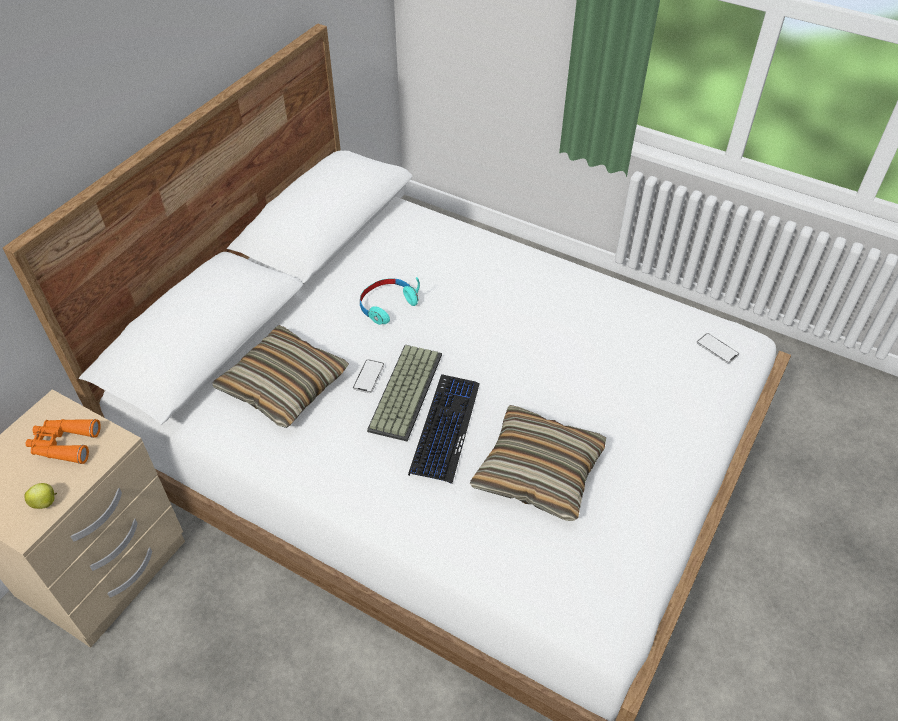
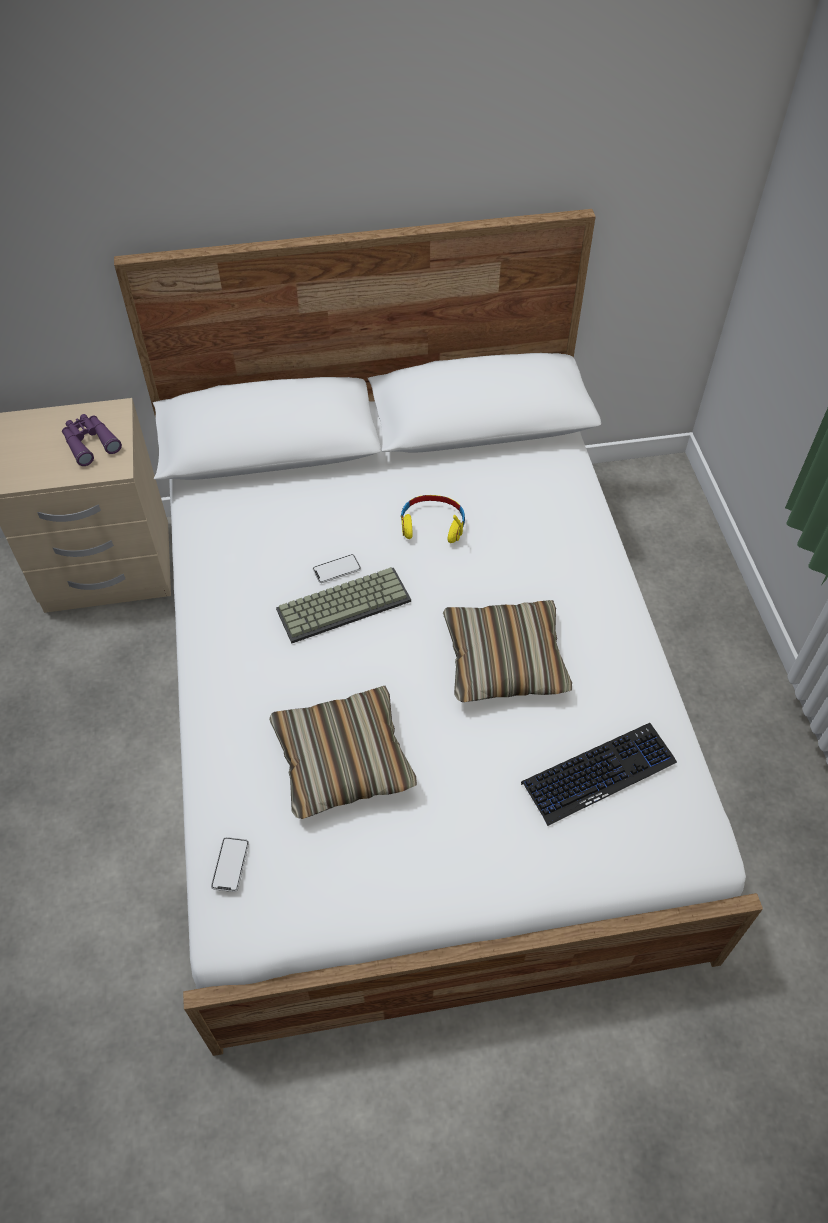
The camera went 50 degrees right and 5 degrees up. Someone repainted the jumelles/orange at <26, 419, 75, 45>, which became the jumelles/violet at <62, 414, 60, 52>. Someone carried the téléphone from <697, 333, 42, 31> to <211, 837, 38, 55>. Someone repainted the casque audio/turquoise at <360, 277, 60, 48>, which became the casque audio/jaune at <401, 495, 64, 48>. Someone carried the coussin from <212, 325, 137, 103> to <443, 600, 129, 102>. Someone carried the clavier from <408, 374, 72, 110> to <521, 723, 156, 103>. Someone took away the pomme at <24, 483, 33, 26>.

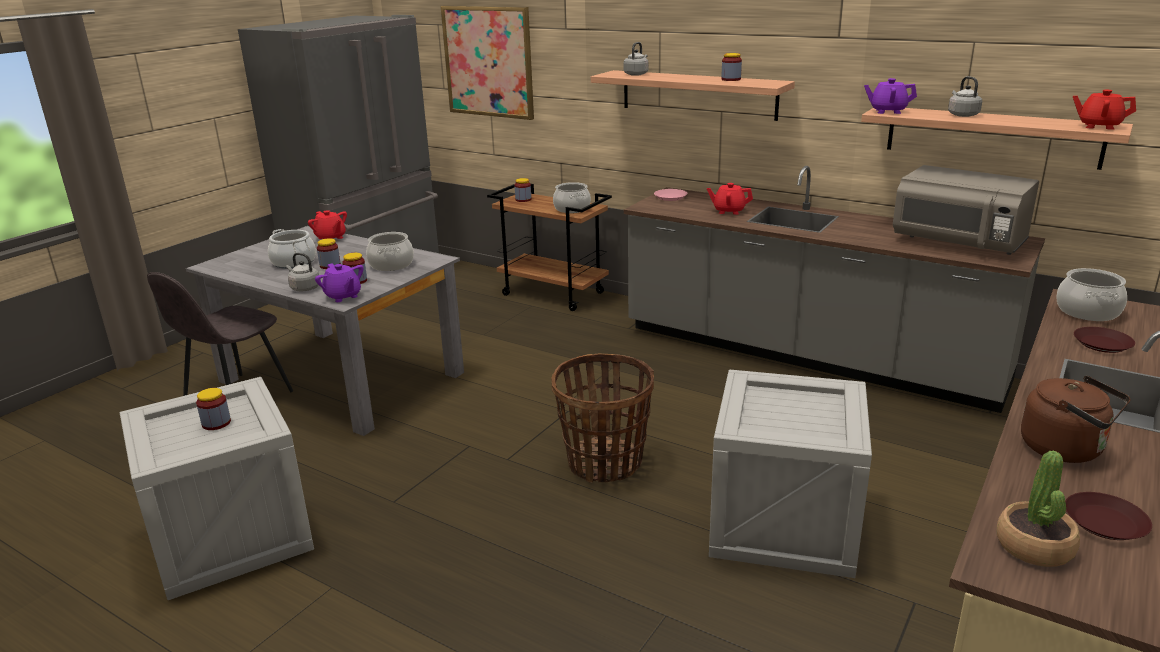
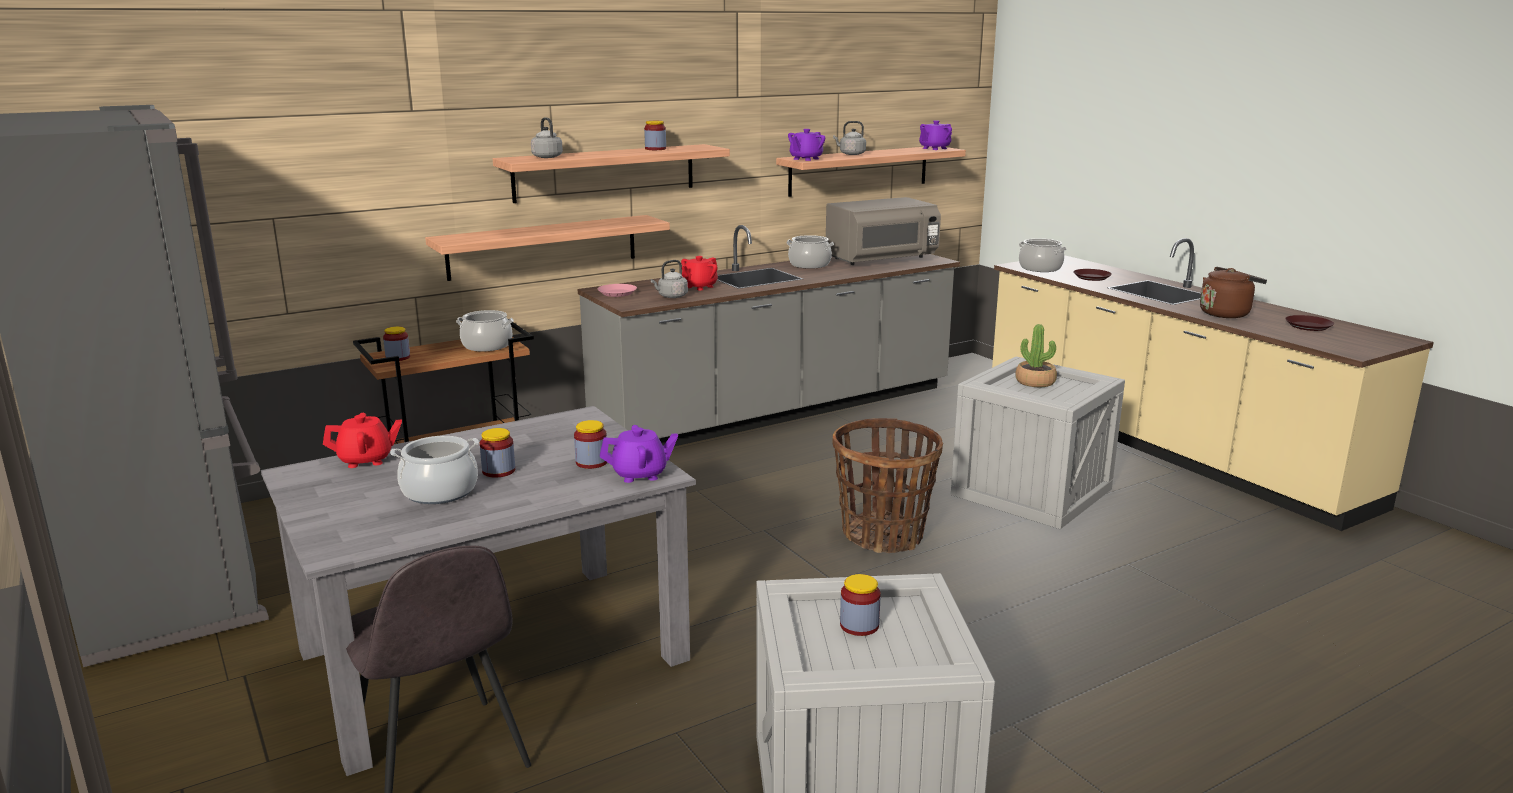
The camera went 65 degrees left and 5 degrees down. Someone put up the étagère at <425, 215, 245, 66>. Someone carried the bouilloire/gris from <286, 253, 33, 38> to <651, 260, 37, 38>. Someone carried the marmite from <366, 232, 48, 39> to <786, 235, 48, 34>. Someone repainted the théière/rouge at <1073, 90, 63, 40>, which became the théière/violet at <919, 120, 33, 30>. Someone carried the plante en pot from <997, 451, 83, 116> to <1015, 324, 42, 63>. Someone took away the tableau at <440, 5, 94, 115>.

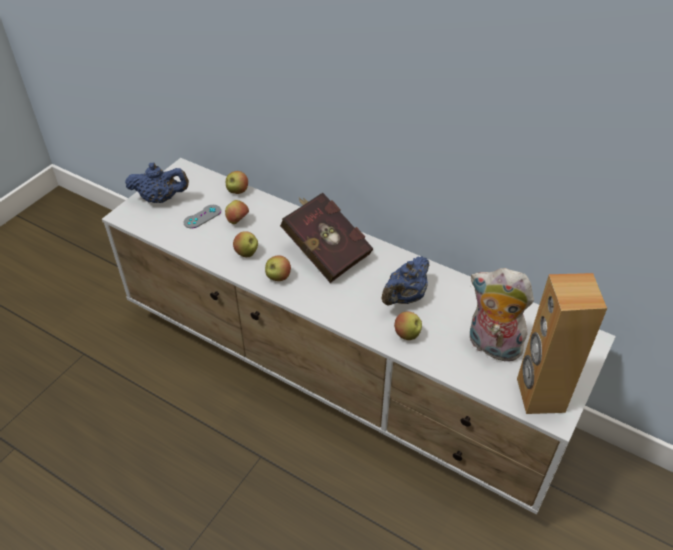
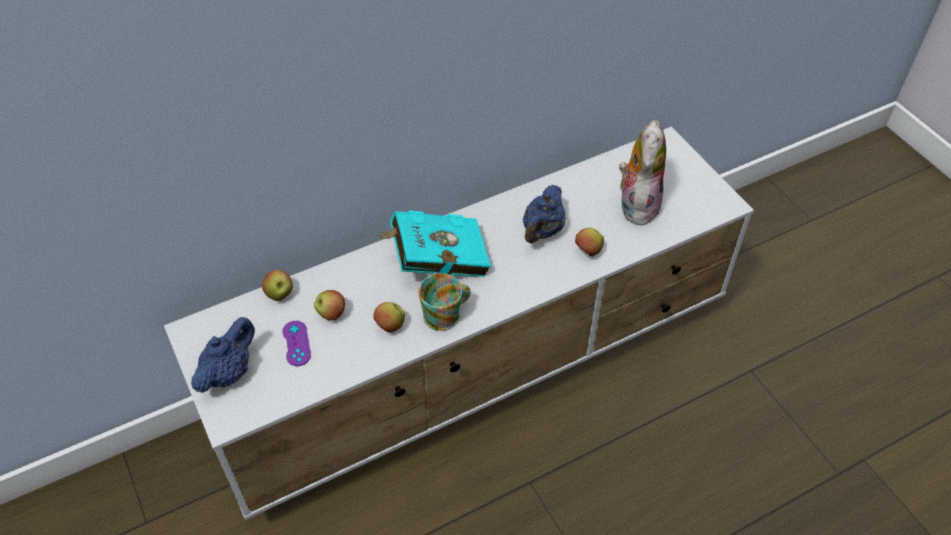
The camera went 60 degrees left and 5 degrees up. Someone repainted the manette/gris at <183, 205, 38, 24>, which became the manette/violet at <282, 321, 29, 45>. Someone repainted the livre/rouge at <280, 193, 93, 90>, which became the livre/turquoise at <377, 210, 114, 67>. Someone swapped the pomme at <265, 255, 26, 26> for the mug at <418, 273, 53, 58>. Someone rotated the théière/bleu at <382, 256, 47, 50> by 45 degrees clockwise. Someone rotated the peluche at <470, 268, 64, 93> by 135 degrees clockwise. Someone took away the enceinte/marron at <517, 273, 90, 141>.

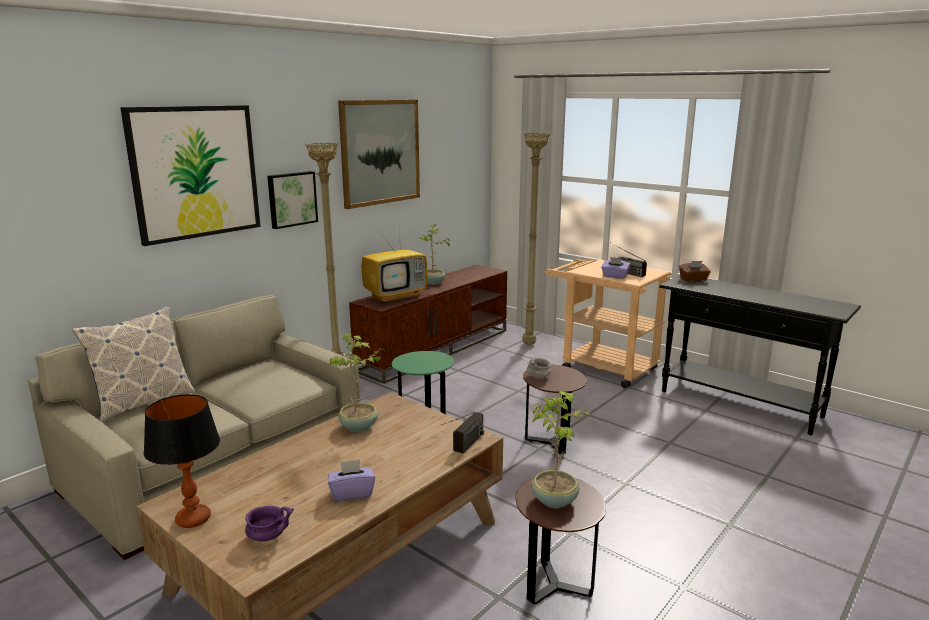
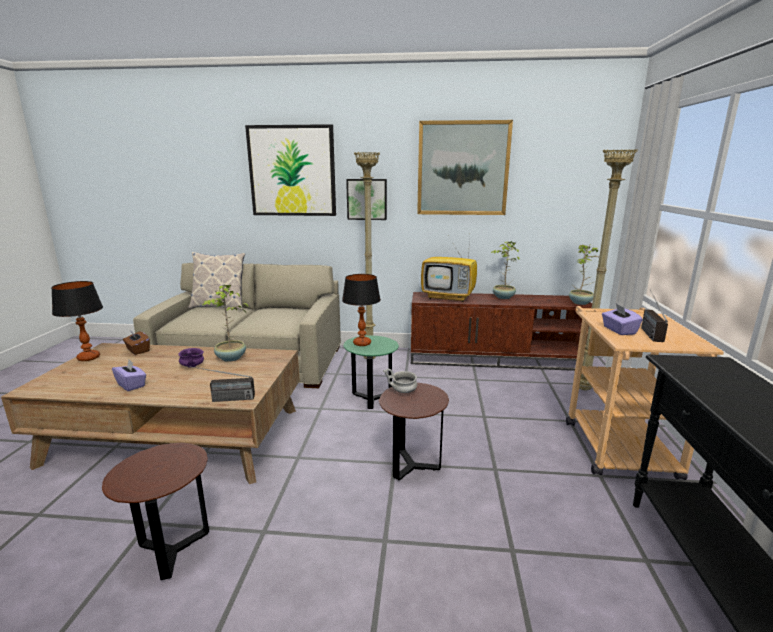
The camera went 55 degrees right and 0 degrees up. Someone carried the boîte à mouchoirs/marron from <679, 261, 32, 21> to <123, 331, 27, 24>. Someone carried the bol/violet from <245, 506, 49, 35> to <179, 348, 25, 19>. Someone put down the lampe de table at <342, 274, 39, 72>. Someone carried the plante en pot from <532, 391, 60, 117> to <569, 245, 30, 60>.

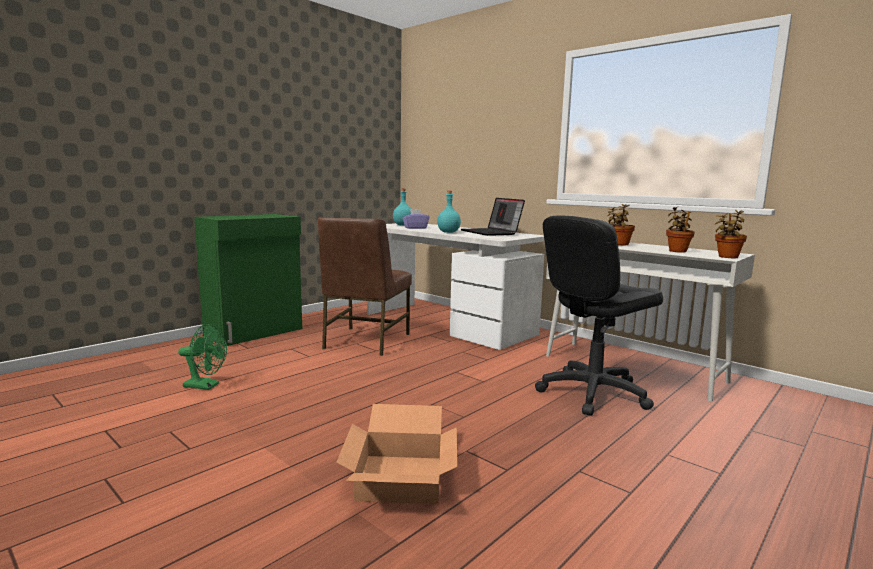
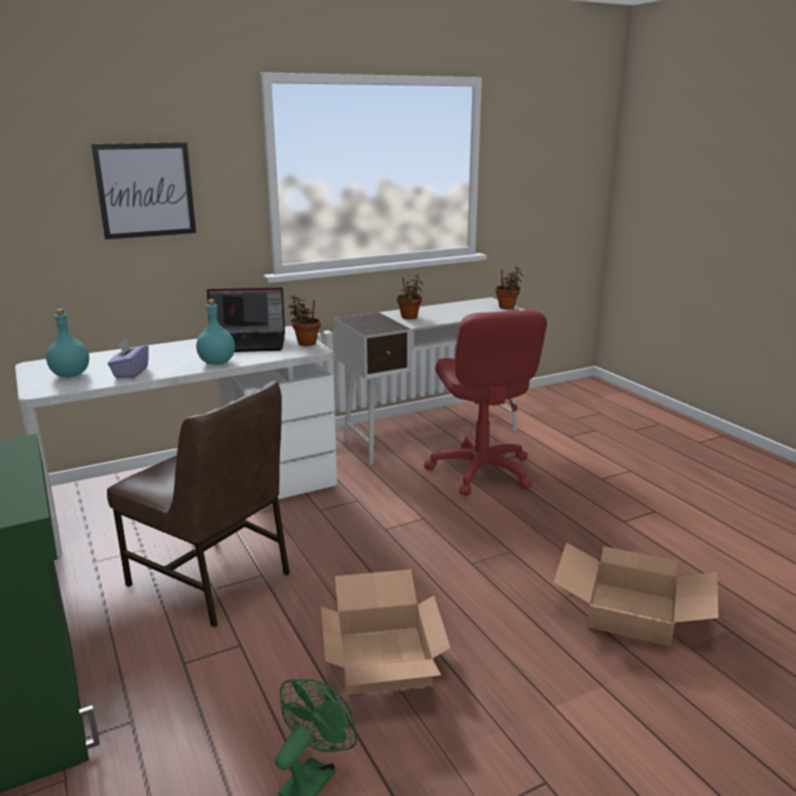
The camera went 70 degrees left and 10 degrees up. Someone put up the tableau at <91, 142, 105, 98>. Someone carried the plante en pot from <666, 206, 29, 47> to <288, 295, 33, 51>. Someone put down the carton at <321, 569, 130, 126>. Someone repainted the chaise de bureau/noir at <535, 216, 128, 200>, which became the chaise de bureau/rouge at <424, 310, 123, 186>.

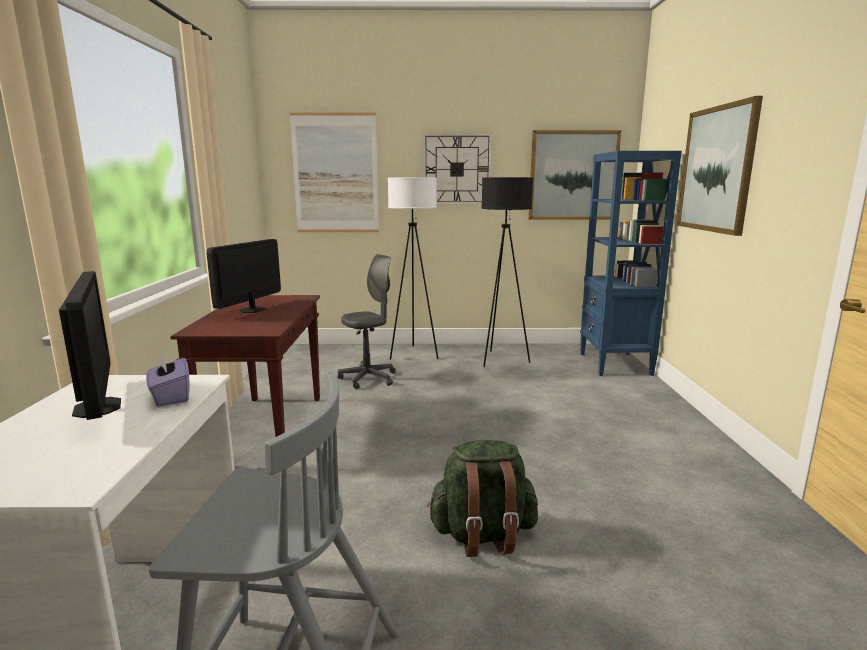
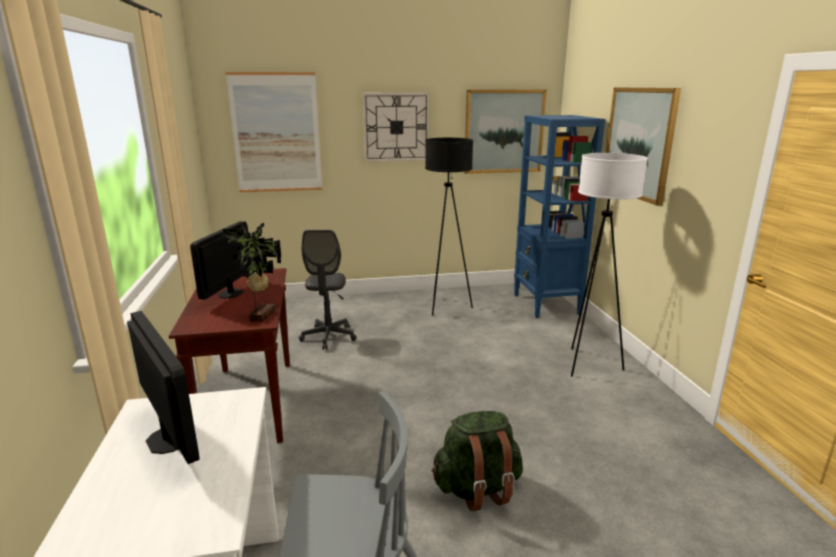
The camera went 10 degrees left and 5 degrees up. Someone put down the plante en pot at <220, 223, 61, 99>. Someone rotated the chaise de bureau/gris at <338, 254, 58, 135> by 135 degrees clockwise. Someone carried the lampadaire/blanc from <388, 177, 51, 183> to <571, 153, 77, 224>. Someone took away the boîte à mouchoirs/violet at <146, 352, 44, 55>.

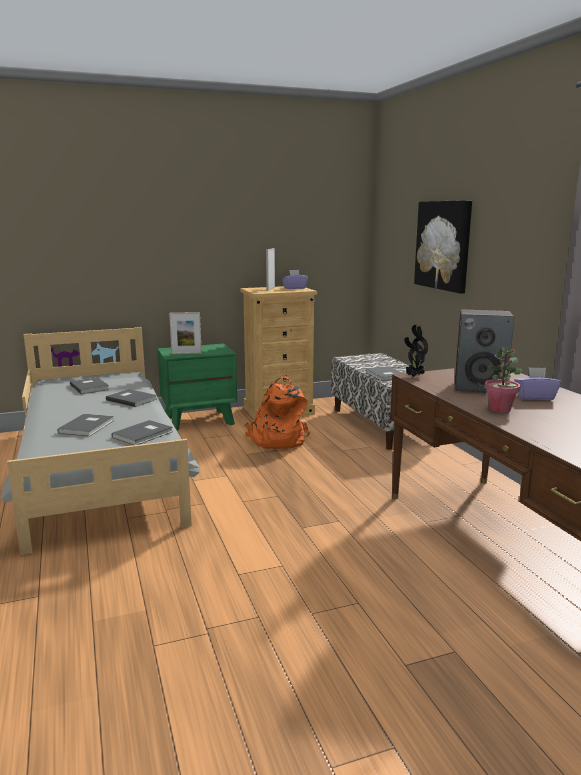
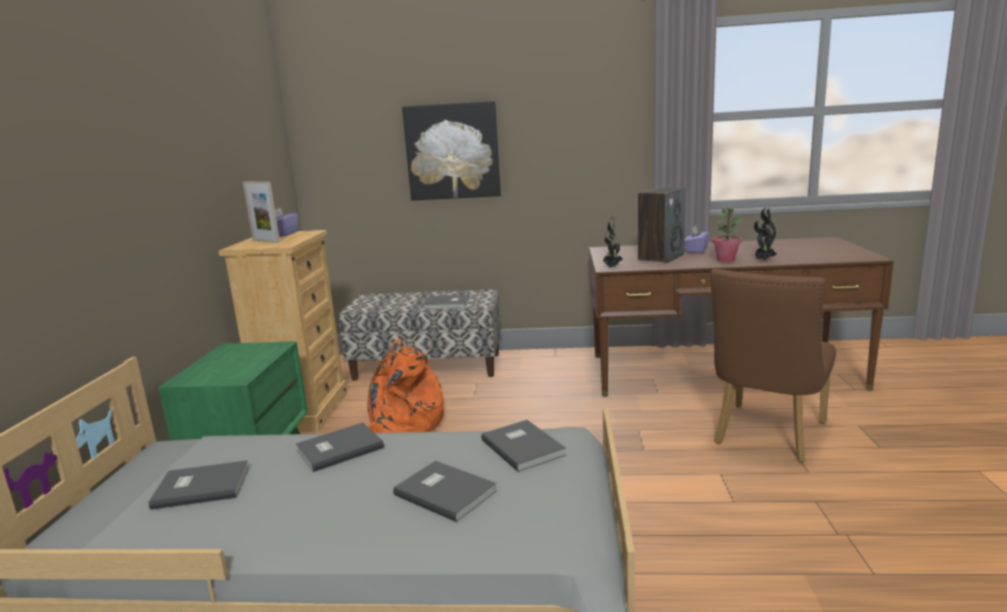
The camera went 65 degrees left and 0 degrees up. Someone put down the chaise/marron at <710, 269, 126, 194>. Someone put down the plante en pot at <754, 208, 23, 52>. Someone took away the cadre photo at <169, 312, 33, 42>.

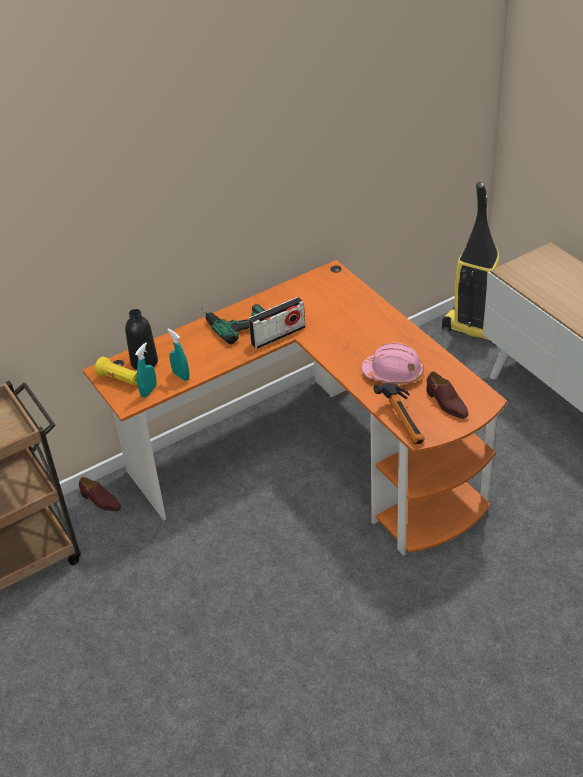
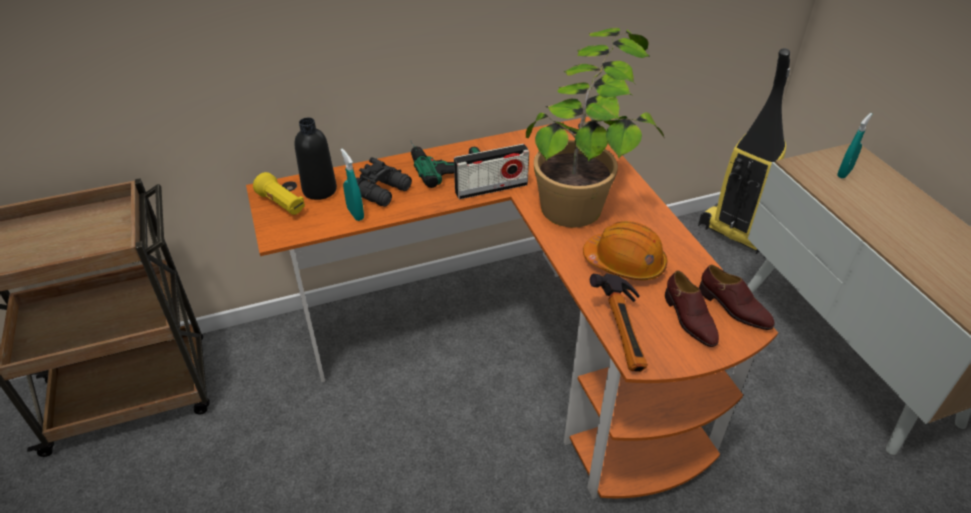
The camera went 10 degrees right and 0 degrees up. Someone put down the jumelles/noir at <356, 157, 56, 50>. Someone put down the plante en pot at <526, 28, 138, 200>. Someone repainted the casque de chantier/rose at <361, 343, 63, 41>, which became the casque de chantier/orange at <583, 221, 84, 59>. Someone carried the chaussure/marron from <79, 477, 42, 34> to <699, 265, 76, 65>. Someone carried the vaporisateur/turquoise from <135, 342, 22, 56> to <837, 113, 35, 65>.

